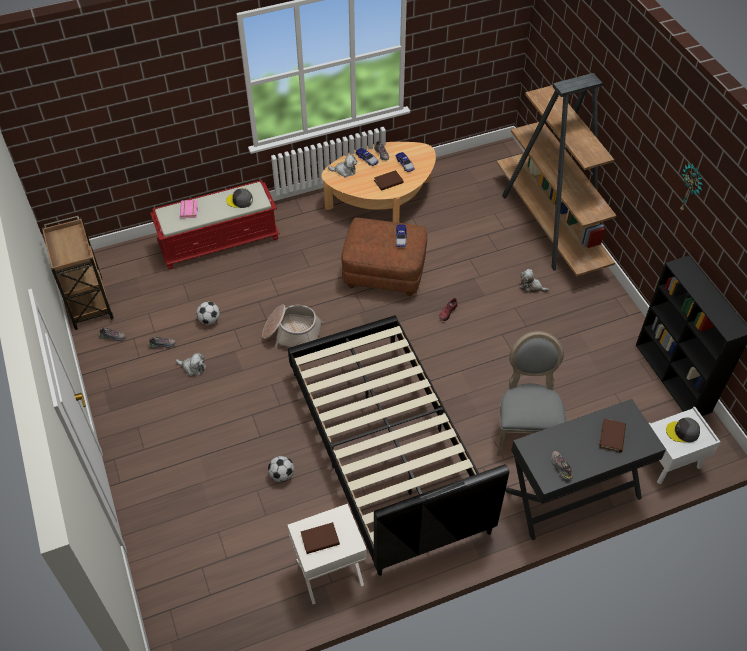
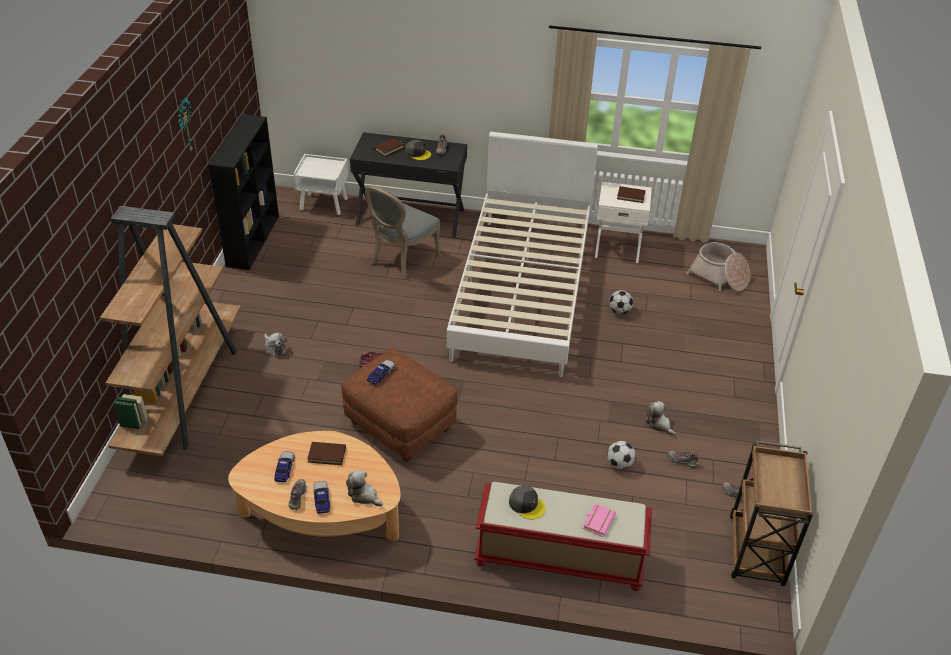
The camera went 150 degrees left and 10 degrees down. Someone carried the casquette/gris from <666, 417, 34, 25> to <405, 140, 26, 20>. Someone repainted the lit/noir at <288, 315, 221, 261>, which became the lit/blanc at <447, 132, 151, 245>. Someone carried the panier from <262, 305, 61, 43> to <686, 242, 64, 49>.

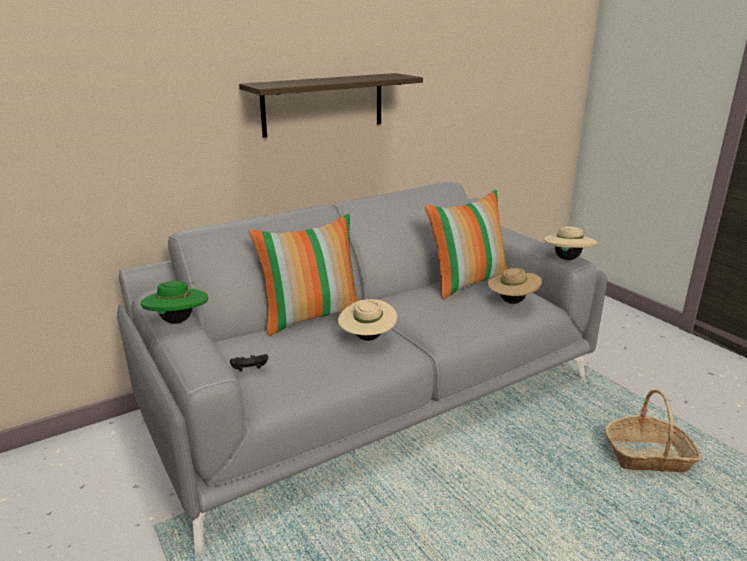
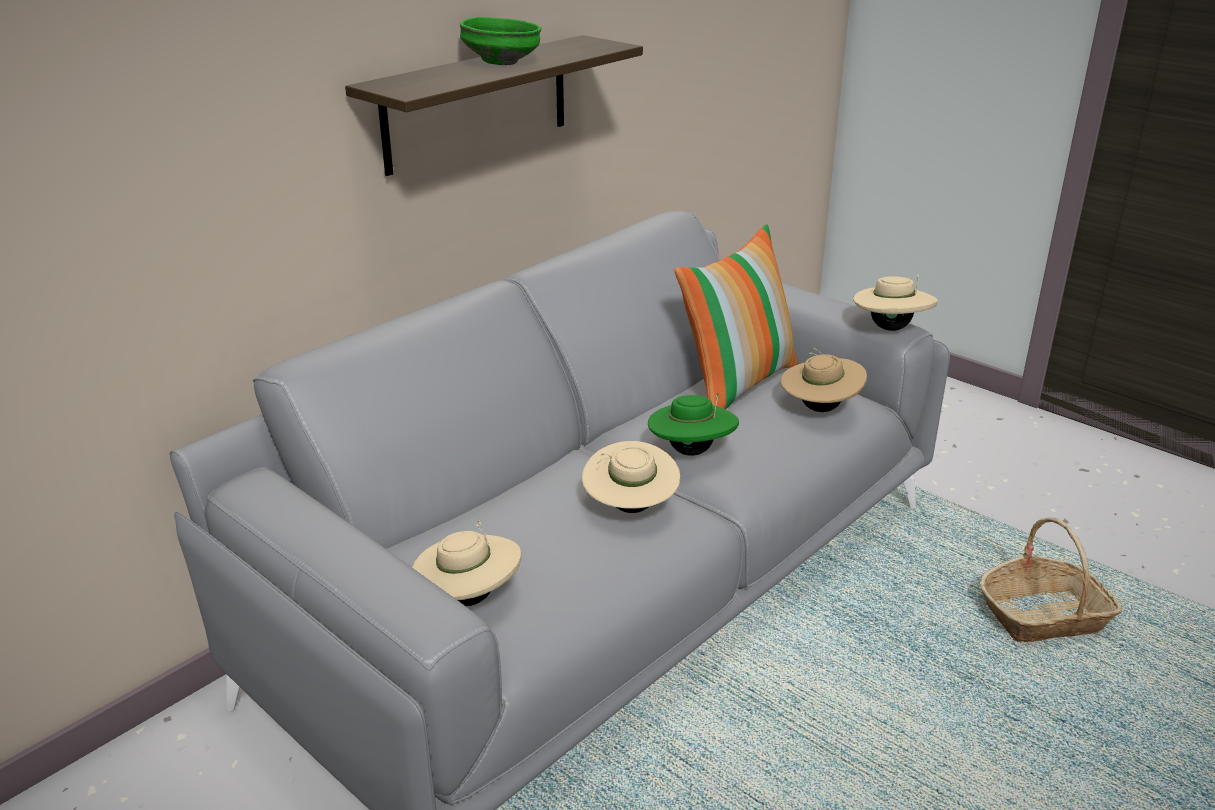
The camera went 15 degrees left and 5 degrees up. Someone swapped the manette/noir at <230, 354, 38, 17> for the chapeau/beige at <412, 521, 109, 85>. Someone put down the bol/vert at <460, 17, 82, 48>. Someone carried the chapeau/vert from <141, 281, 67, 43> to <648, 393, 91, 63>. Someone took away the coussin at <249, 214, 110, 122>.

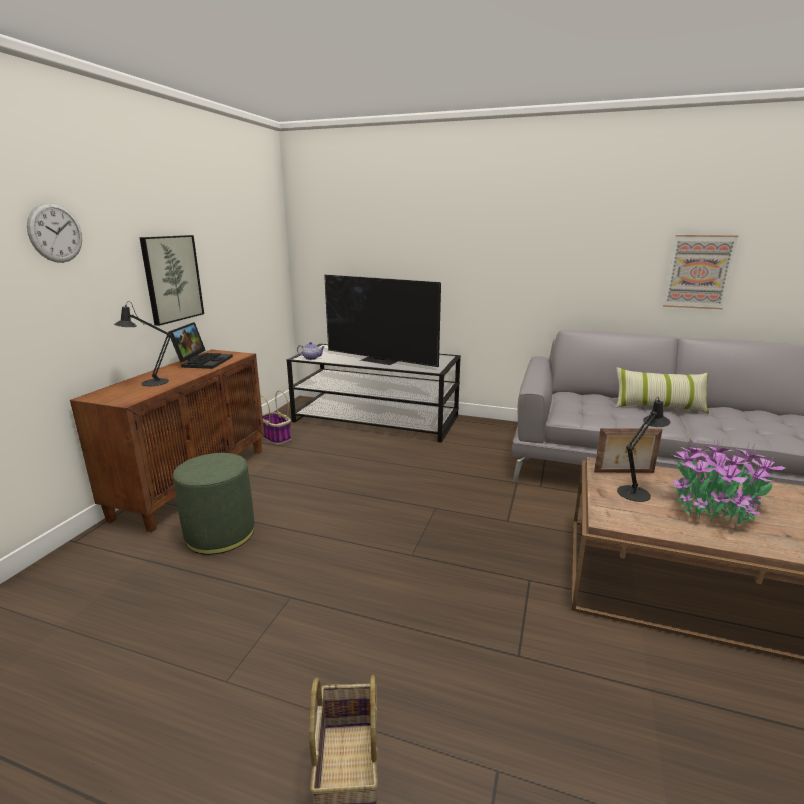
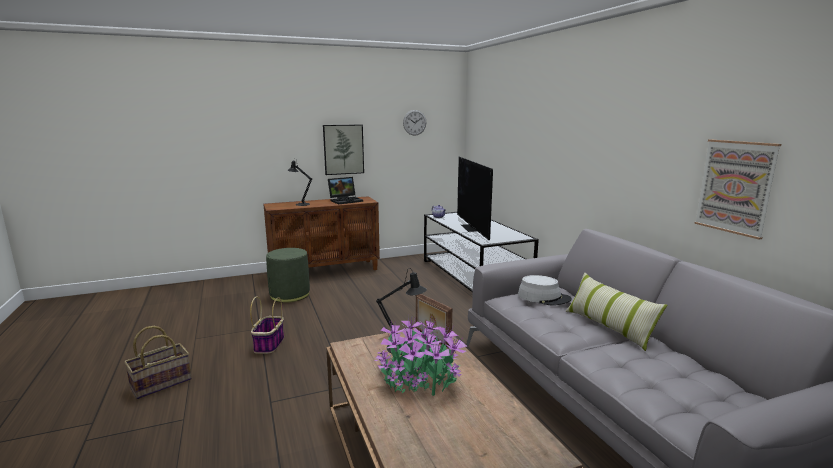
The camera went 50 degrees right and 5 degrees down. Someone carried the panier from <260, 390, 32, 55> to <250, 297, 34, 57>. Someone carried the horloge murale from <27, 202, 55, 61> to <403, 110, 23, 26>. Someone put down the chapeau/gris at <518, 275, 54, 31>.

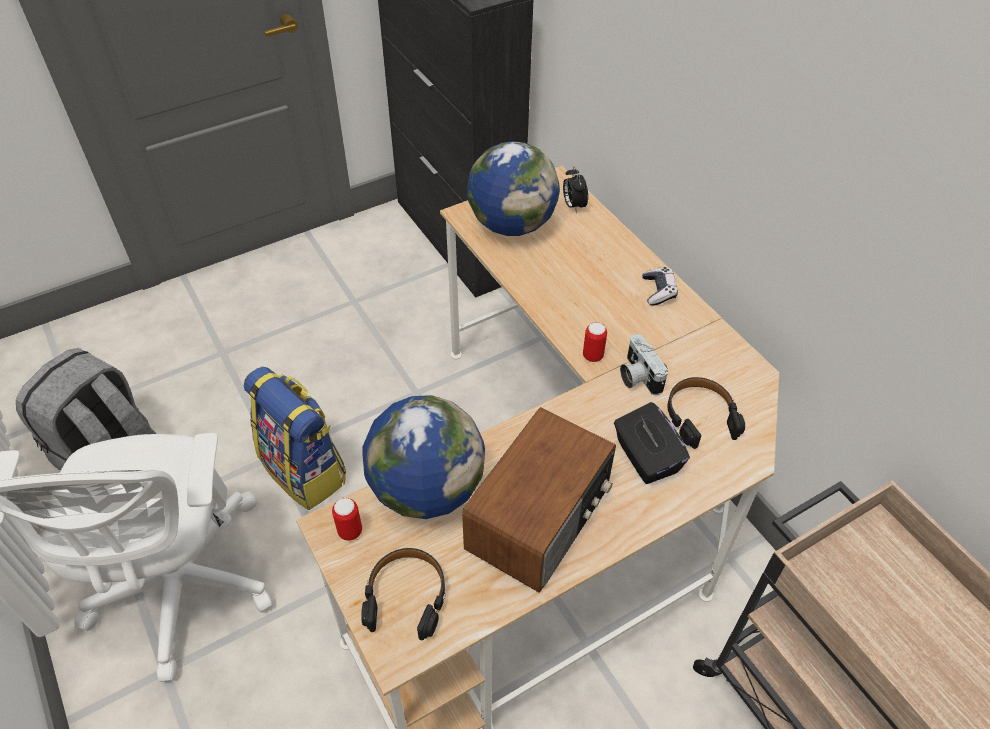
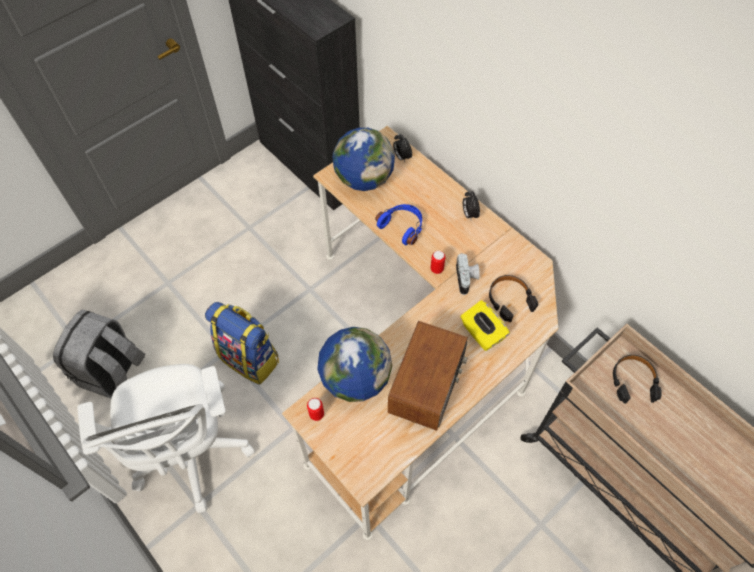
The camera went 10 degrees left and 10 degrees up. Someone put down the casque audio/bleu at <375, 204, 47, 41>. Someone rotated the appareil photo at <620, 334, 48, 61> by 150 degrees counterclockwise. Someone repainted the boîte à mouchoirs/noir at <614, 402, 76, 82>, which became the boîte à mouchoirs/jaune at <461, 300, 49, 51>. Someone swapped the manette at <642, 267, 36, 39> for the réveil at <463, 191, 17, 29>. Someone carried the casque audio/noir from <361, 548, 84, 92> to <613, 355, 49, 49>.

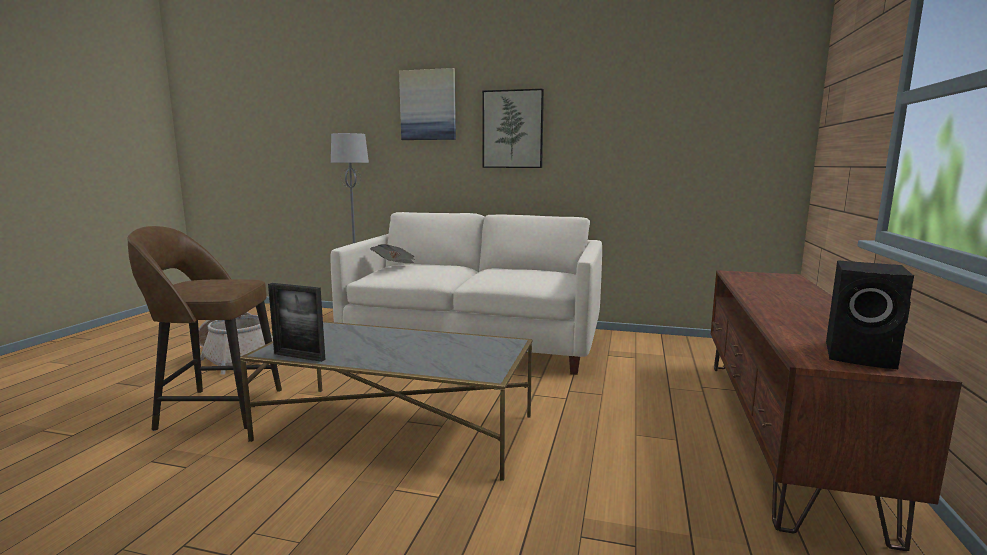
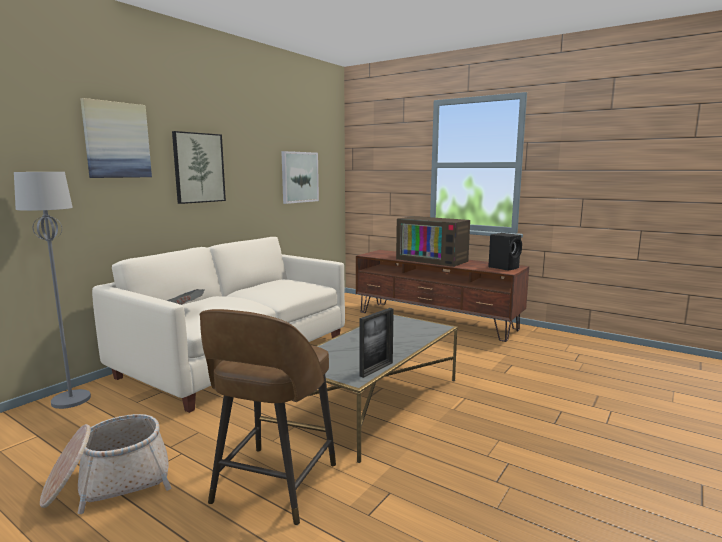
The camera went 70 degrees left and 0 degrees up. Someone put up the tableau at <281, 151, 38, 53>. Someone put down the téléviseur at <396, 216, 74, 51>.

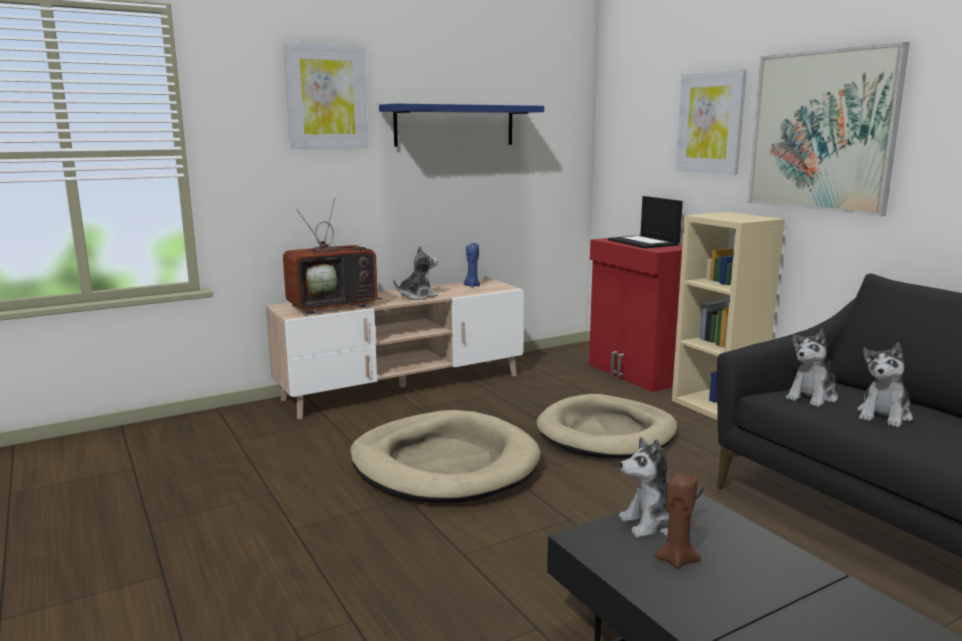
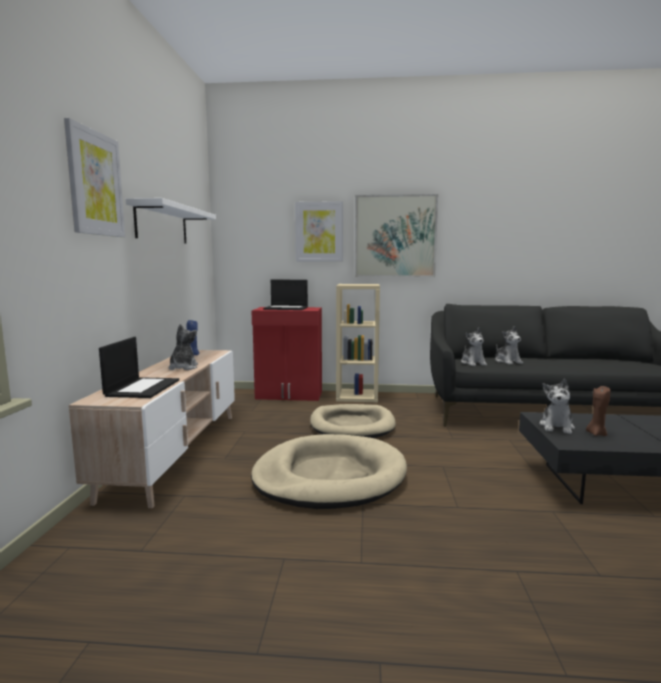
The camera went 55 degrees left and 5 degrees down. Someone swapped the téléviseur at <283, 198, 99, 116> for the ordinateur portable at <99, 337, 80, 61>. Someone repainted the étagère/bleu at <379, 103, 165, 44>, which became the étagère/blanc at <126, 198, 90, 46>.

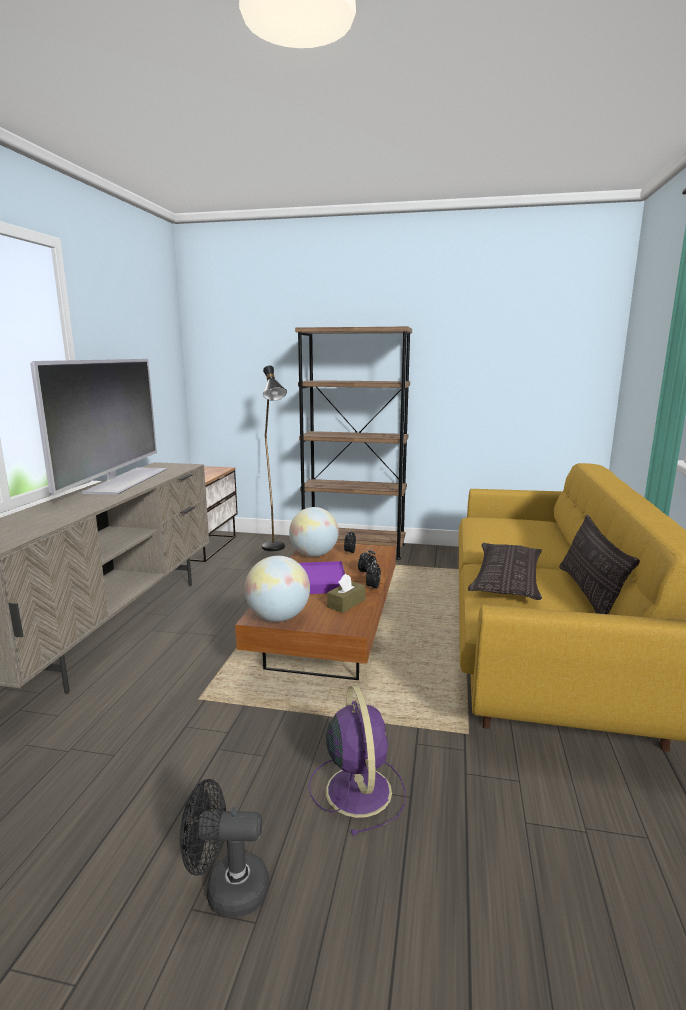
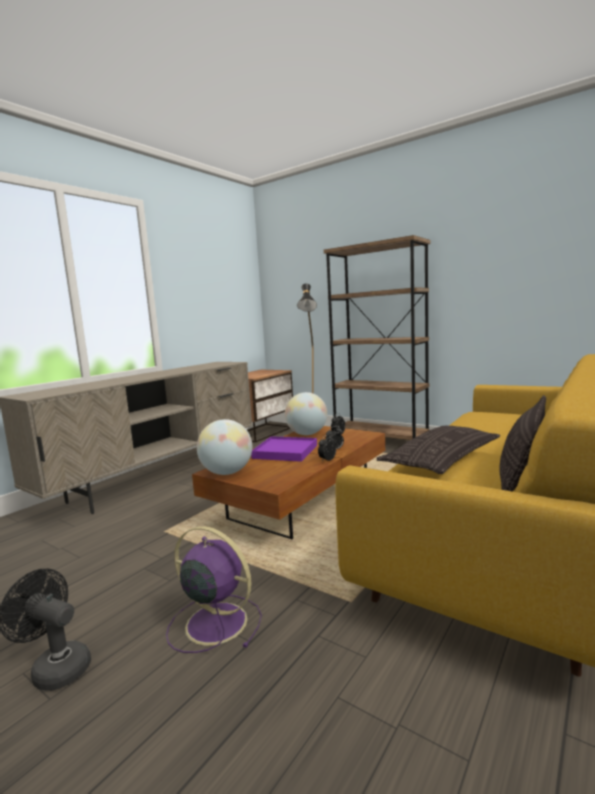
The camera went 25 degrees right and 5 degrees down. Someone rotated the ventilateur/violet at <309, 686, 97, 150> by 75 degrees counterclockwise. Someone took away the téléviseur at <30, 359, 136, 137>. Someone took away the boîte à mouchoirs/marron at <327, 574, 38, 39>.

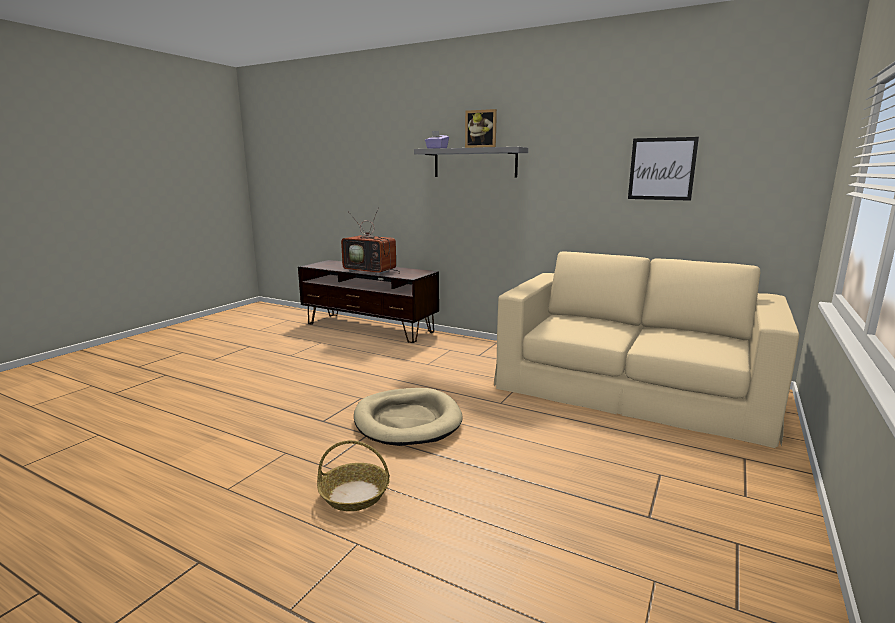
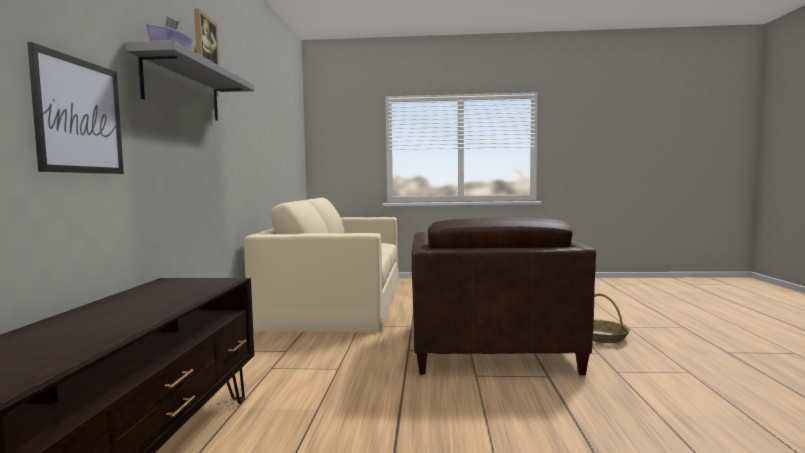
The camera went 115 degrees left and 10 degrees down. Someone carried the tableau from <628, 137, 71, 64> to <27, 42, 97, 132>. Someone swapped the panier pour chien/beige at <354, 388, 109, 58> for the fauteuil/marron at <412, 218, 184, 157>. Someone took away the téléviseur at <341, 210, 59, 65>.

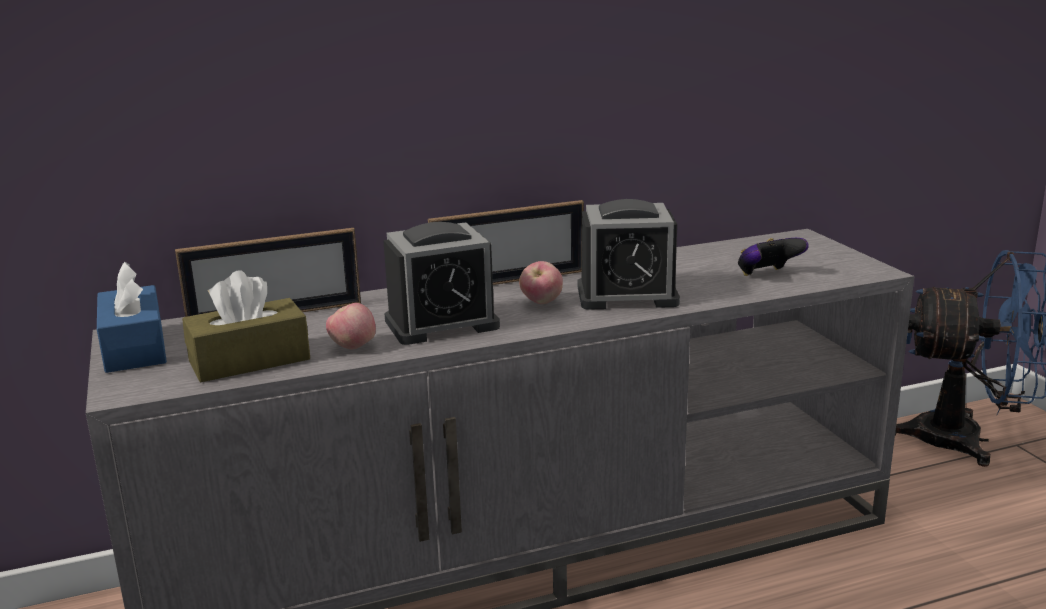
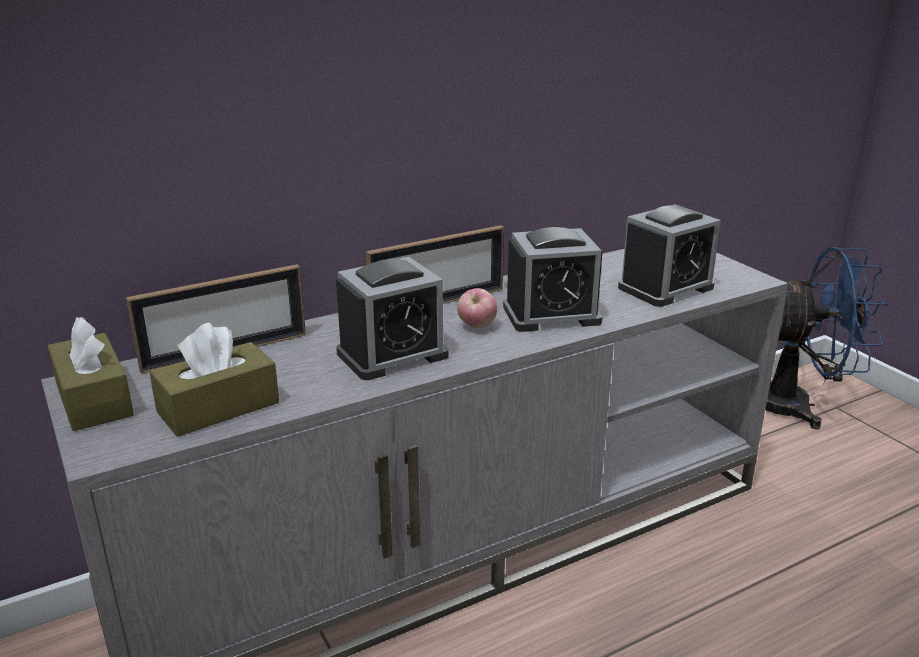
The camera went 10 degrees left and 5 degrees up. Someone repainted the boîte à mouchoirs/bleu at <97, 262, 70, 111>, which became the boîte à mouchoirs/marron at <48, 317, 86, 114>. Someone swapped the manette at <738, 238, 71, 38> for the réveil at <618, 205, 103, 102>. Someone took away the pomme at <326, 303, 50, 46>.

